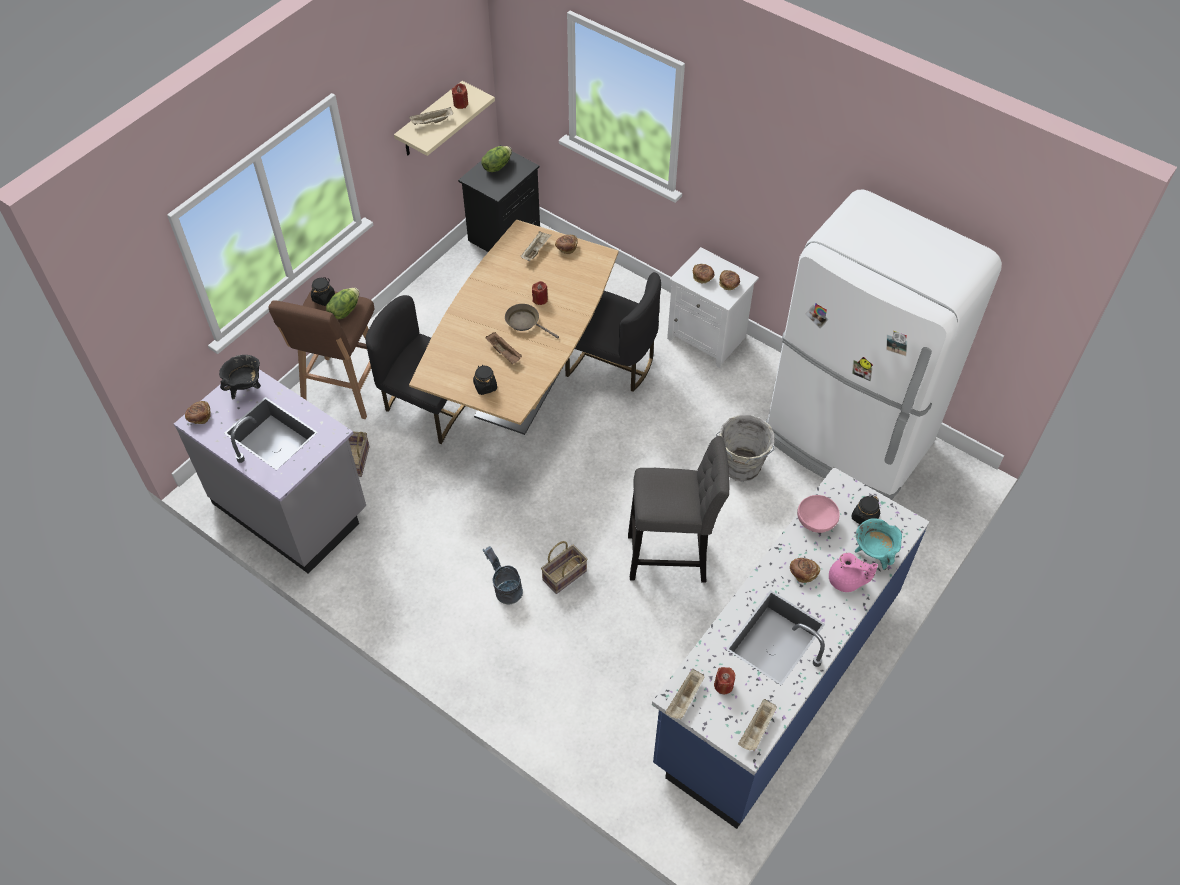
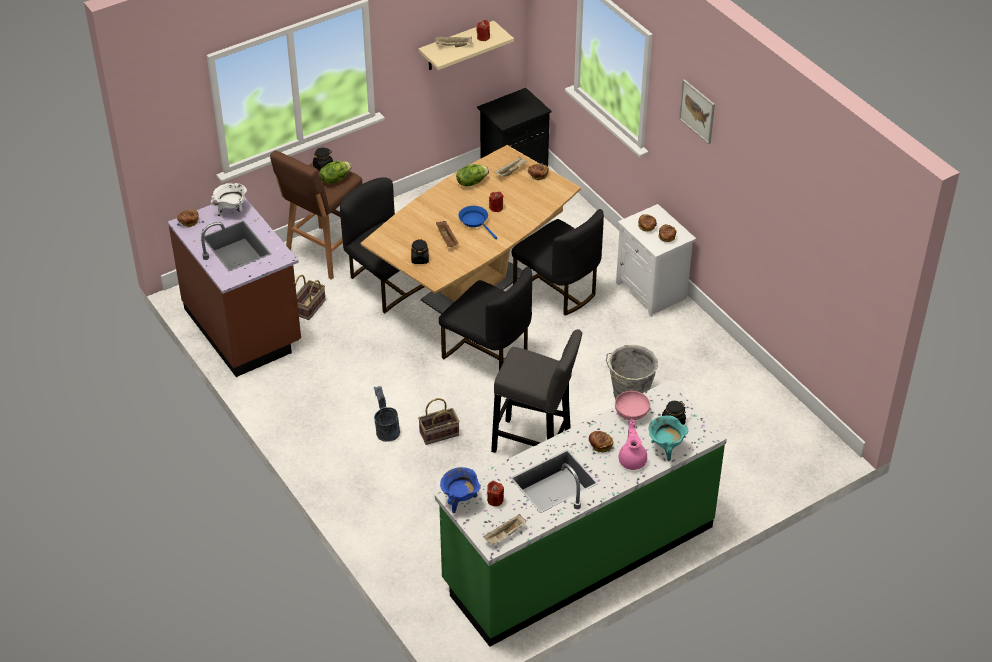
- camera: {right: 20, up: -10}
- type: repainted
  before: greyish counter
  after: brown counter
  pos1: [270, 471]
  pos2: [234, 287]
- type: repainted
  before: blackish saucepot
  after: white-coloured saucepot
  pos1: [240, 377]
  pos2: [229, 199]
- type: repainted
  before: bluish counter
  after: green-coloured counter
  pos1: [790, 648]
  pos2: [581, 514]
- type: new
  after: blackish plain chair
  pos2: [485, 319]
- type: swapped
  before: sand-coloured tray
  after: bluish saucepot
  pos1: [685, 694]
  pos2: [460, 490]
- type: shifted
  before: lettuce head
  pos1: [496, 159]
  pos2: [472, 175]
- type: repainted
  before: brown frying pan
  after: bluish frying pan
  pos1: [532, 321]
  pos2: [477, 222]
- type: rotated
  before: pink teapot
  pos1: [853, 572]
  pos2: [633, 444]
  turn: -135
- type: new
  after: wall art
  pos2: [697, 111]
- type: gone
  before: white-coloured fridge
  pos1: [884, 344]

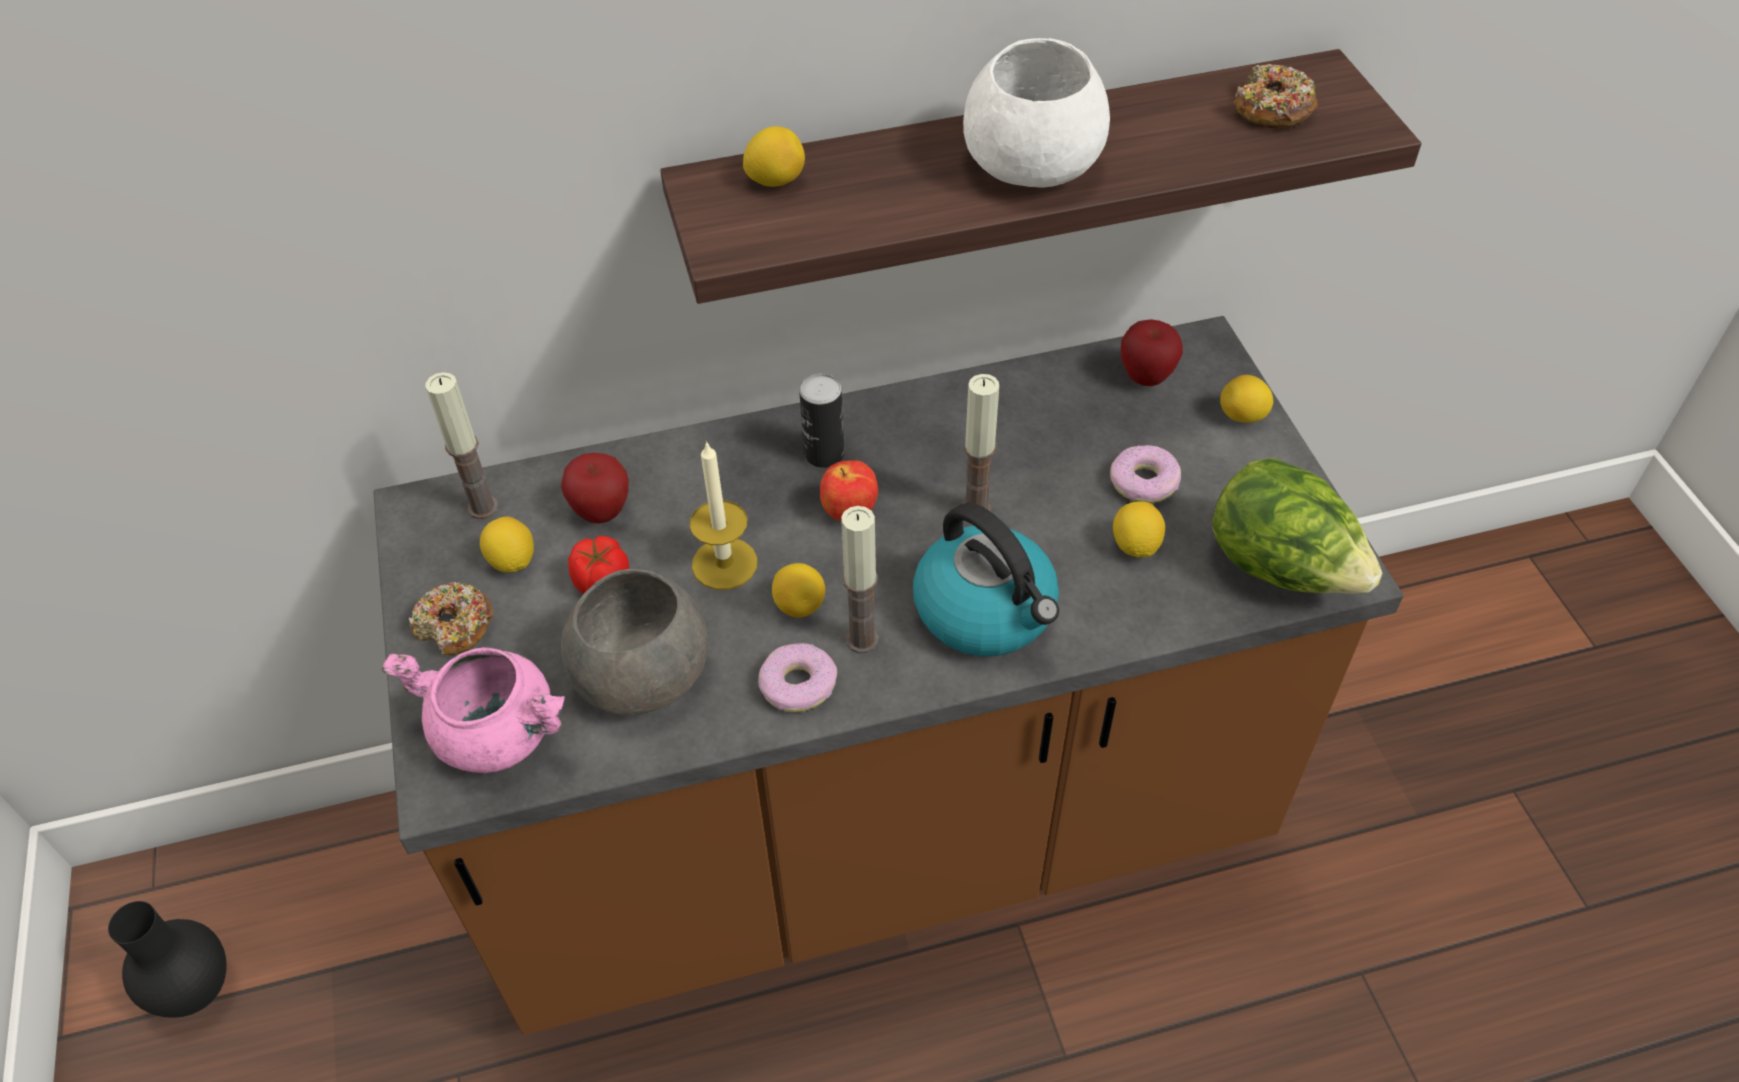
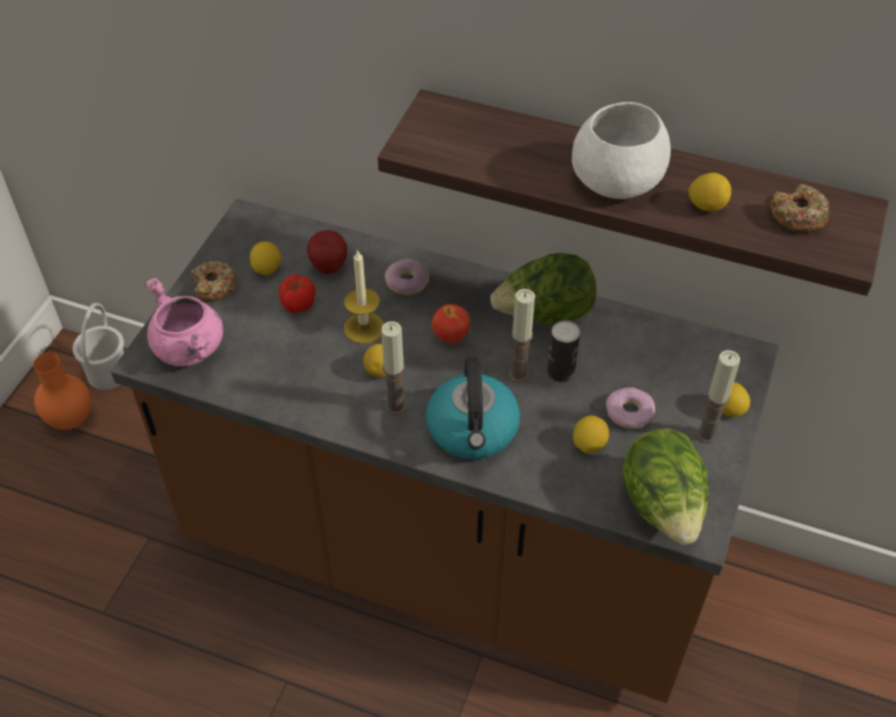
- camera: {right: 35, up: 0}
- type: repainted
  before: blackish flower vase
  after: orange flower vase
  pos1: [167, 959]
  pos2: [62, 391]
- type: new
  after: white-coloured bucket
  pos2: [98, 346]
- type: shifted
  before: donut
  pos1: [797, 677]
  pos2: [407, 277]
- type: new
  after: lettuce head
  pos2: [543, 289]
- type: shifted
  before: can
  pos1: [821, 421]
  pos2: [563, 351]
- type: shifted
  before: citrus fruit
  pos1: [774, 156]
  pos2: [709, 192]
- type: shifted
  before: wax candle
  pos1: [462, 445]
  pos2: [718, 396]
- type: gone
  before: greyish bowl
  pos1: [634, 642]
- type: gone
  before: whole apple
  pos1: [1152, 352]

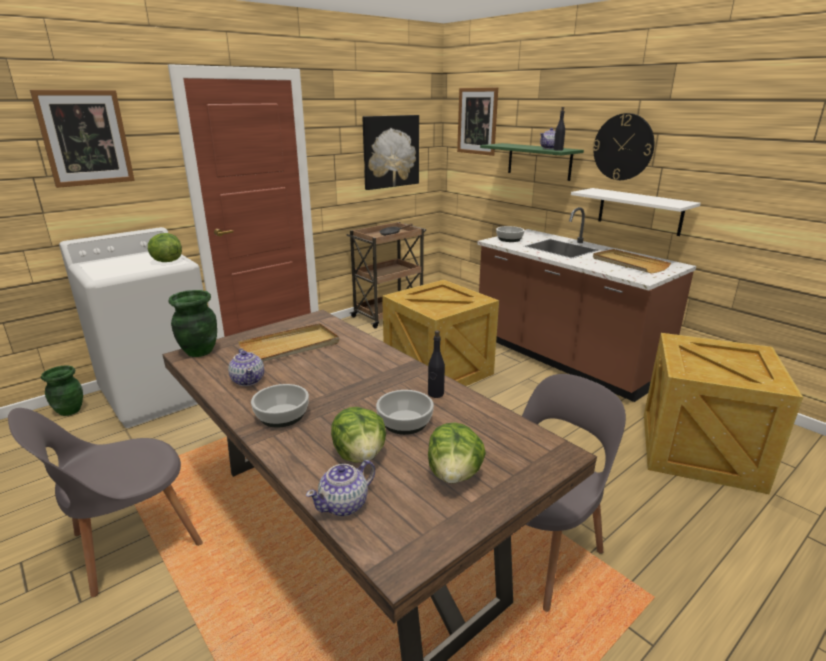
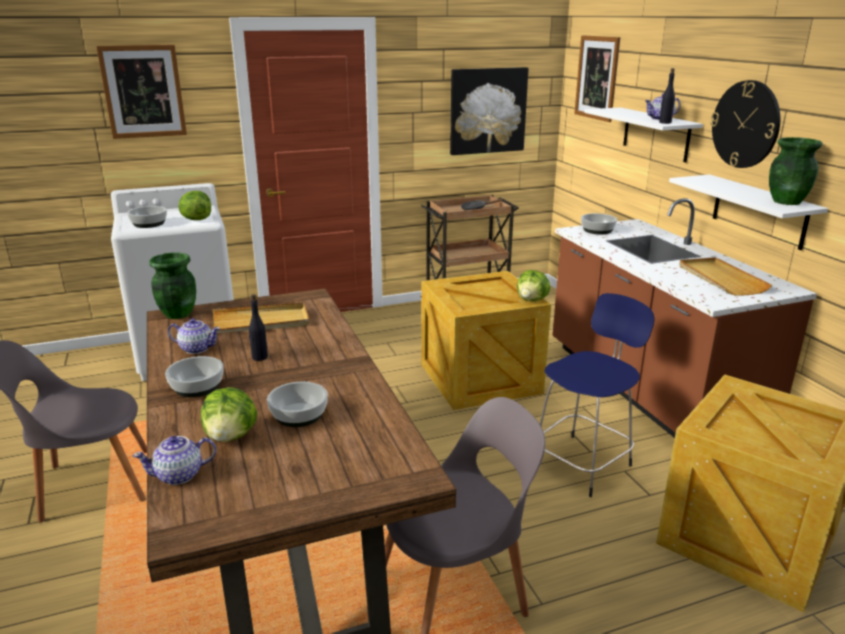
- camera: {right: 20, up: 0}
- type: new
  after: bowl
  pos2: [147, 217]
- type: rotated
  before: teapot
  pos1: [246, 367]
  pos2: [194, 336]
  turn: -75
- type: shifted
  before: blackish beverage bottle
  pos1: [436, 364]
  pos2: [258, 327]
- type: shifted
  before: lettuce head
  pos1: [457, 453]
  pos2: [533, 285]
- type: new
  after: bluish stool
  pos2: [597, 395]
- type: repainted
  before: green-coloured wall shelf
  after: white-coloured wall shelf
  pos1: [532, 162]
  pos2: [643, 135]
- type: shifted
  before: green-coloured flower vase
  pos1: [62, 391]
  pos2: [796, 171]

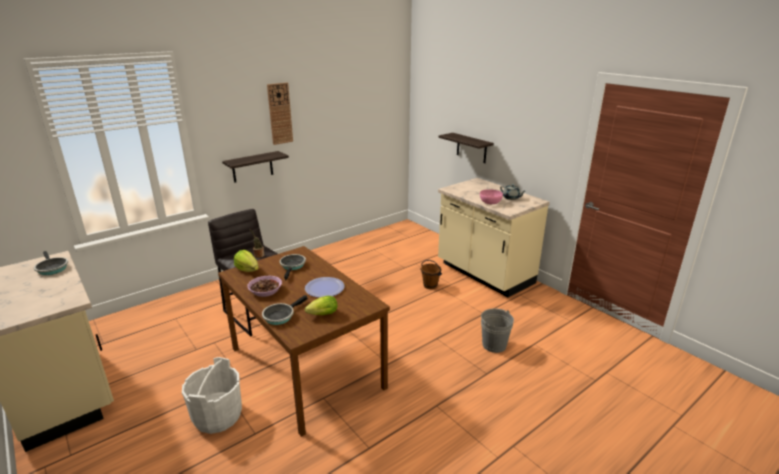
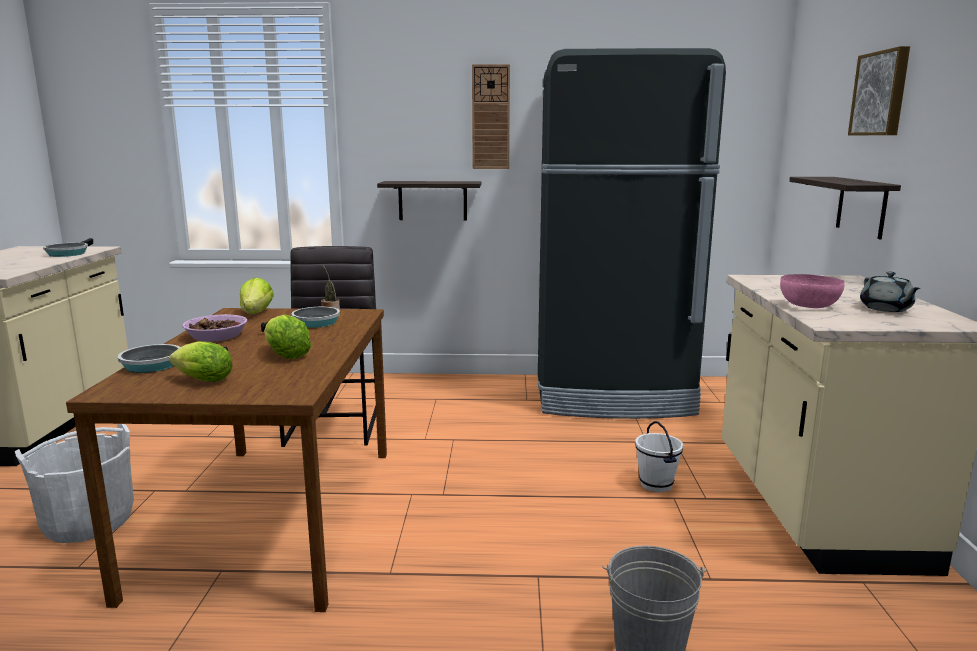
- camera: {right: 40, up: -10}
- type: swapped
  before: flat dish
  after: lettuce head
  pos1: [325, 287]
  pos2: [287, 336]
- type: new
  after: blackish fridge
  pos2: [632, 233]
- type: repainted
  before: brown bucket
  after: white-coloured bucket
  pos1: [431, 274]
  pos2: [659, 456]
- type: new
  after: wall art
  pos2: [879, 90]

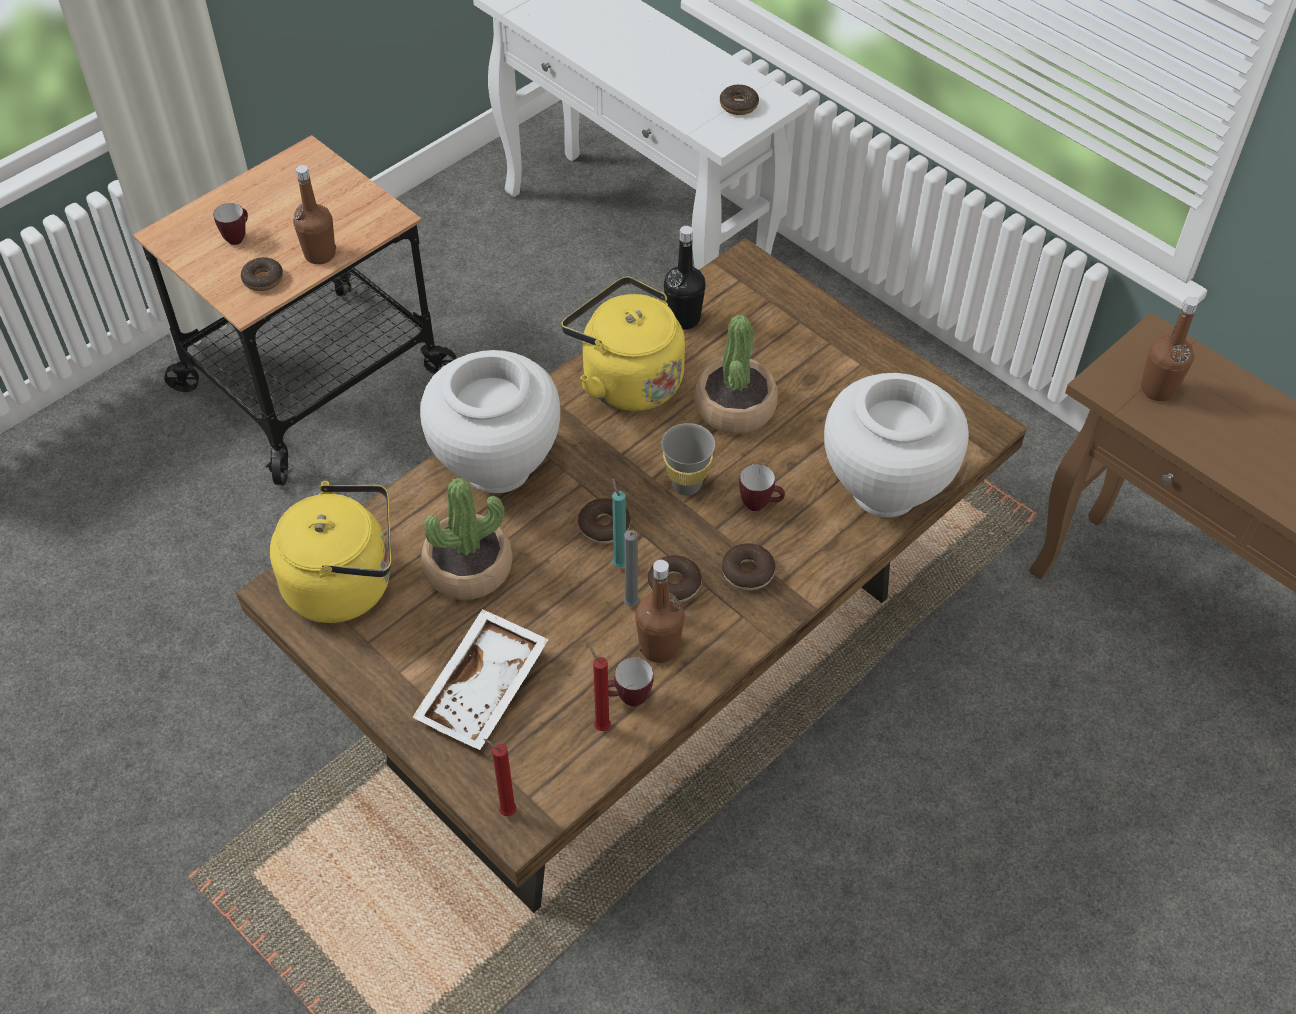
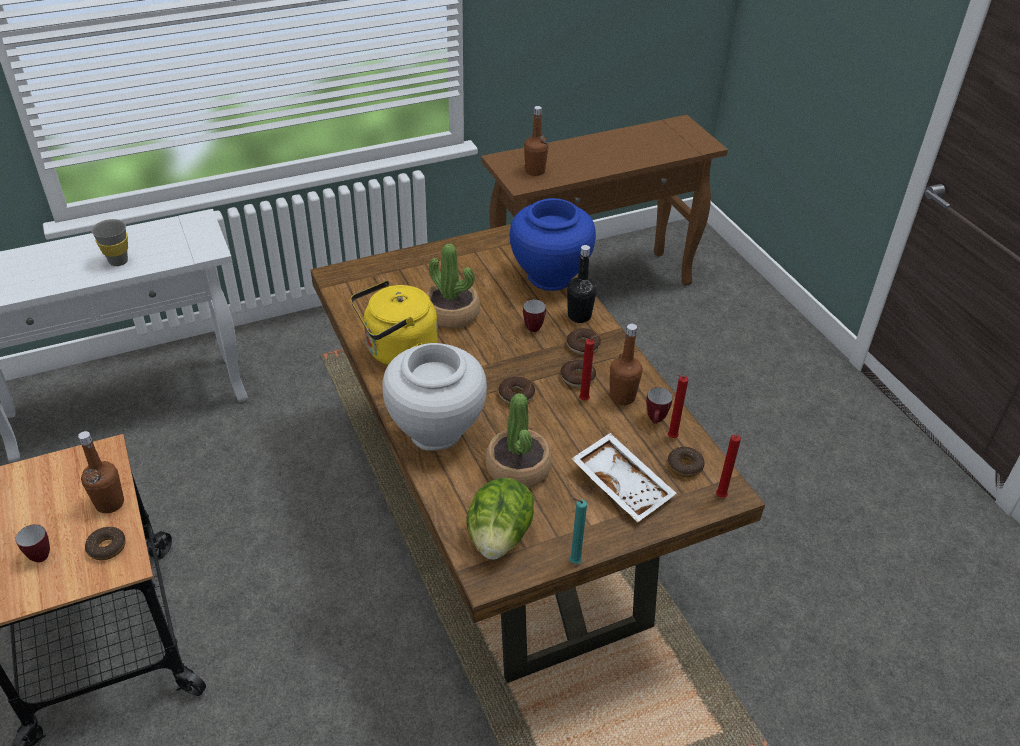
- camera: {right: -70, up: -10}
- type: shifted
  before: greyish small cup
  pos1: [688, 459]
  pos2: [109, 242]
- type: swapped
  before: yellow tea kettle
  after: lettuce head
  pos1: [330, 552]
  pos2: [500, 519]
- type: repainted
  before: white-coloured flower vase
  after: bluish flower vase
  pos1: [896, 445]
  pos2: [553, 244]
- type: shifted
  before: blackish beverage bottle
  pos1: [685, 278]
  pos2: [582, 284]
- type: shifted
  before: blue-green wax candle
  pos1: [619, 523]
  pos2: [578, 530]
- type: repainted
  before: greyish wax candle
  after: red-coloured wax candle
  pos1: [631, 568]
  pos2: [589, 367]
- type: shifted
  before: donut
  pos1: [739, 100]
  pos2: [686, 462]

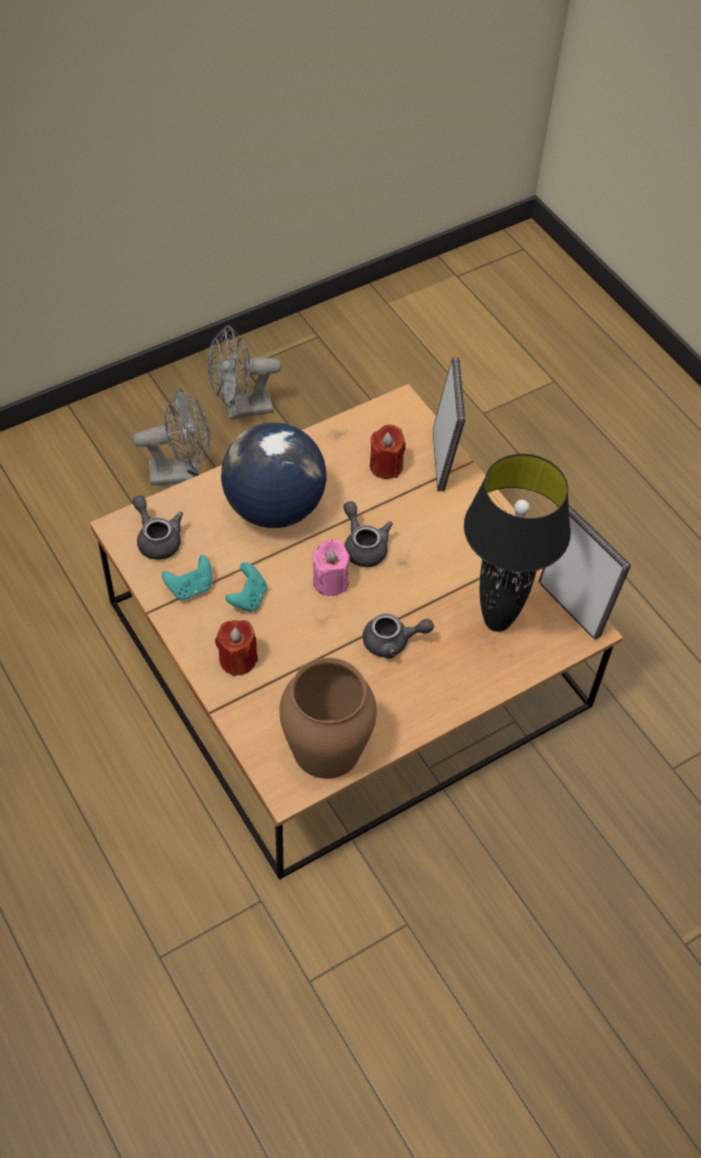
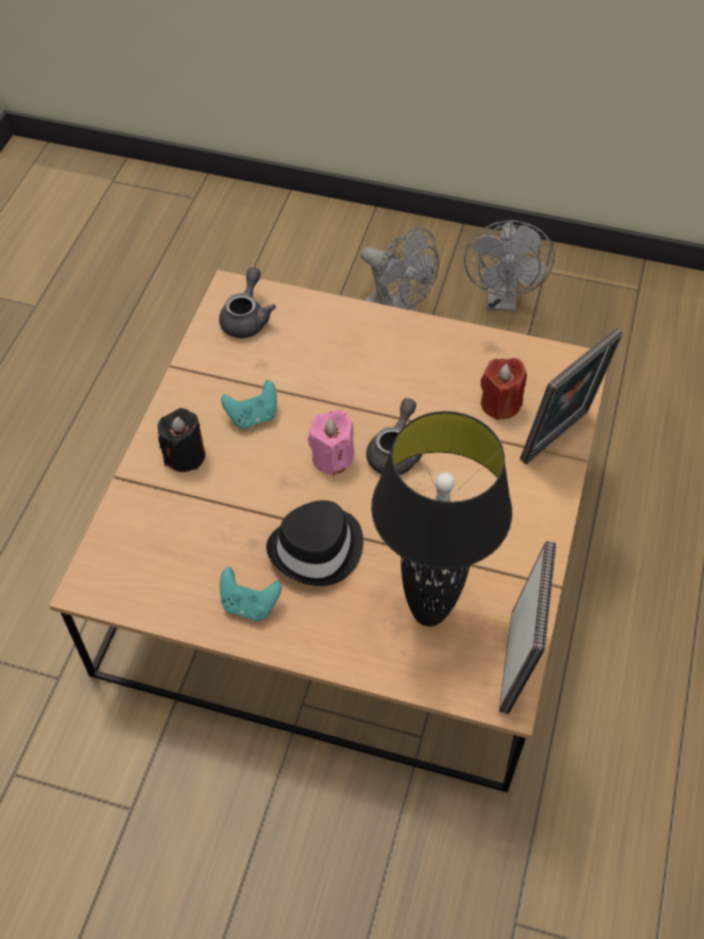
- camera: {right: 50, up: 0}
- type: repainted
  before: red-coloured wax candle
  after: blackish wax candle
  pos1: [236, 648]
  pos2: [181, 440]
- type: shifted
  before: blue-green gamepad
  pos1: [187, 577]
  pos2: [251, 594]
- type: swapped
  before: greyish teapot
  after: blackish clothing hat
  pos1: [398, 636]
  pos2: [314, 543]
- type: rotated
  before: greyish fan
  pos1: [245, 372]
  pos2: [509, 266]
  turn: -120
- type: gone
  before: world globe
  pos1: [273, 475]
- type: gone
  before: brown flower vase
  pos1: [328, 718]

